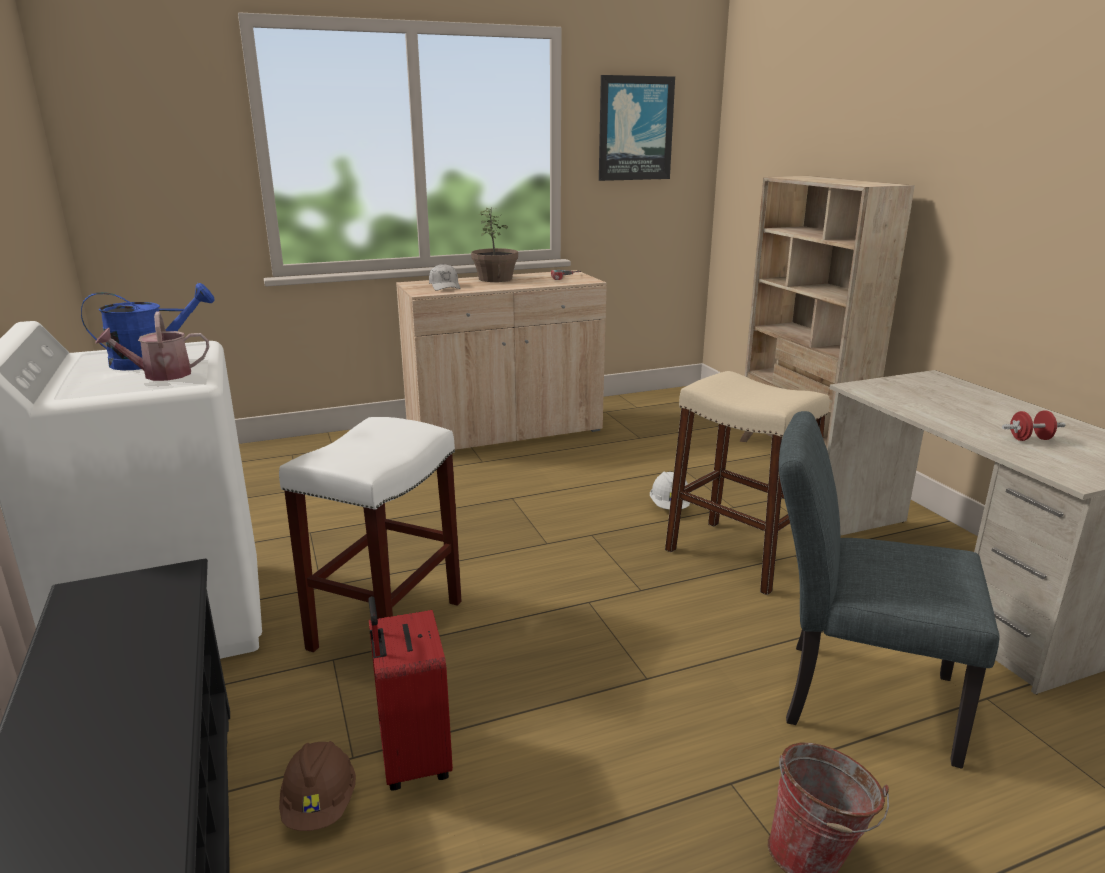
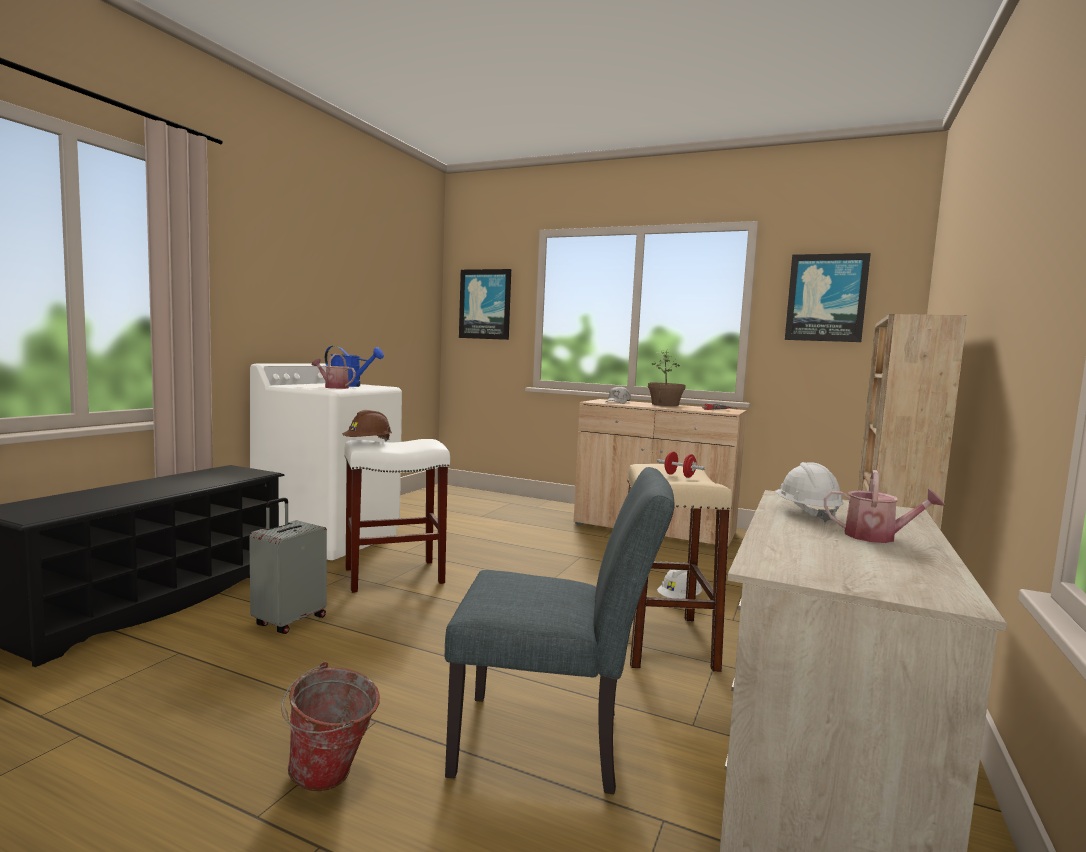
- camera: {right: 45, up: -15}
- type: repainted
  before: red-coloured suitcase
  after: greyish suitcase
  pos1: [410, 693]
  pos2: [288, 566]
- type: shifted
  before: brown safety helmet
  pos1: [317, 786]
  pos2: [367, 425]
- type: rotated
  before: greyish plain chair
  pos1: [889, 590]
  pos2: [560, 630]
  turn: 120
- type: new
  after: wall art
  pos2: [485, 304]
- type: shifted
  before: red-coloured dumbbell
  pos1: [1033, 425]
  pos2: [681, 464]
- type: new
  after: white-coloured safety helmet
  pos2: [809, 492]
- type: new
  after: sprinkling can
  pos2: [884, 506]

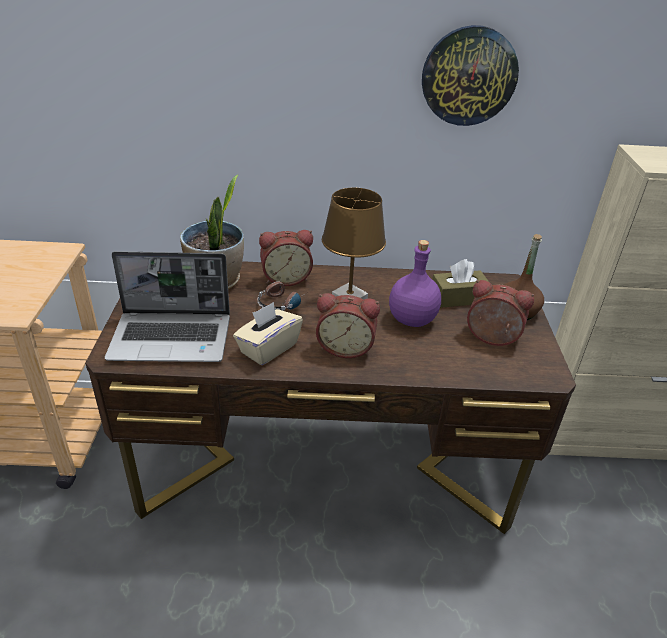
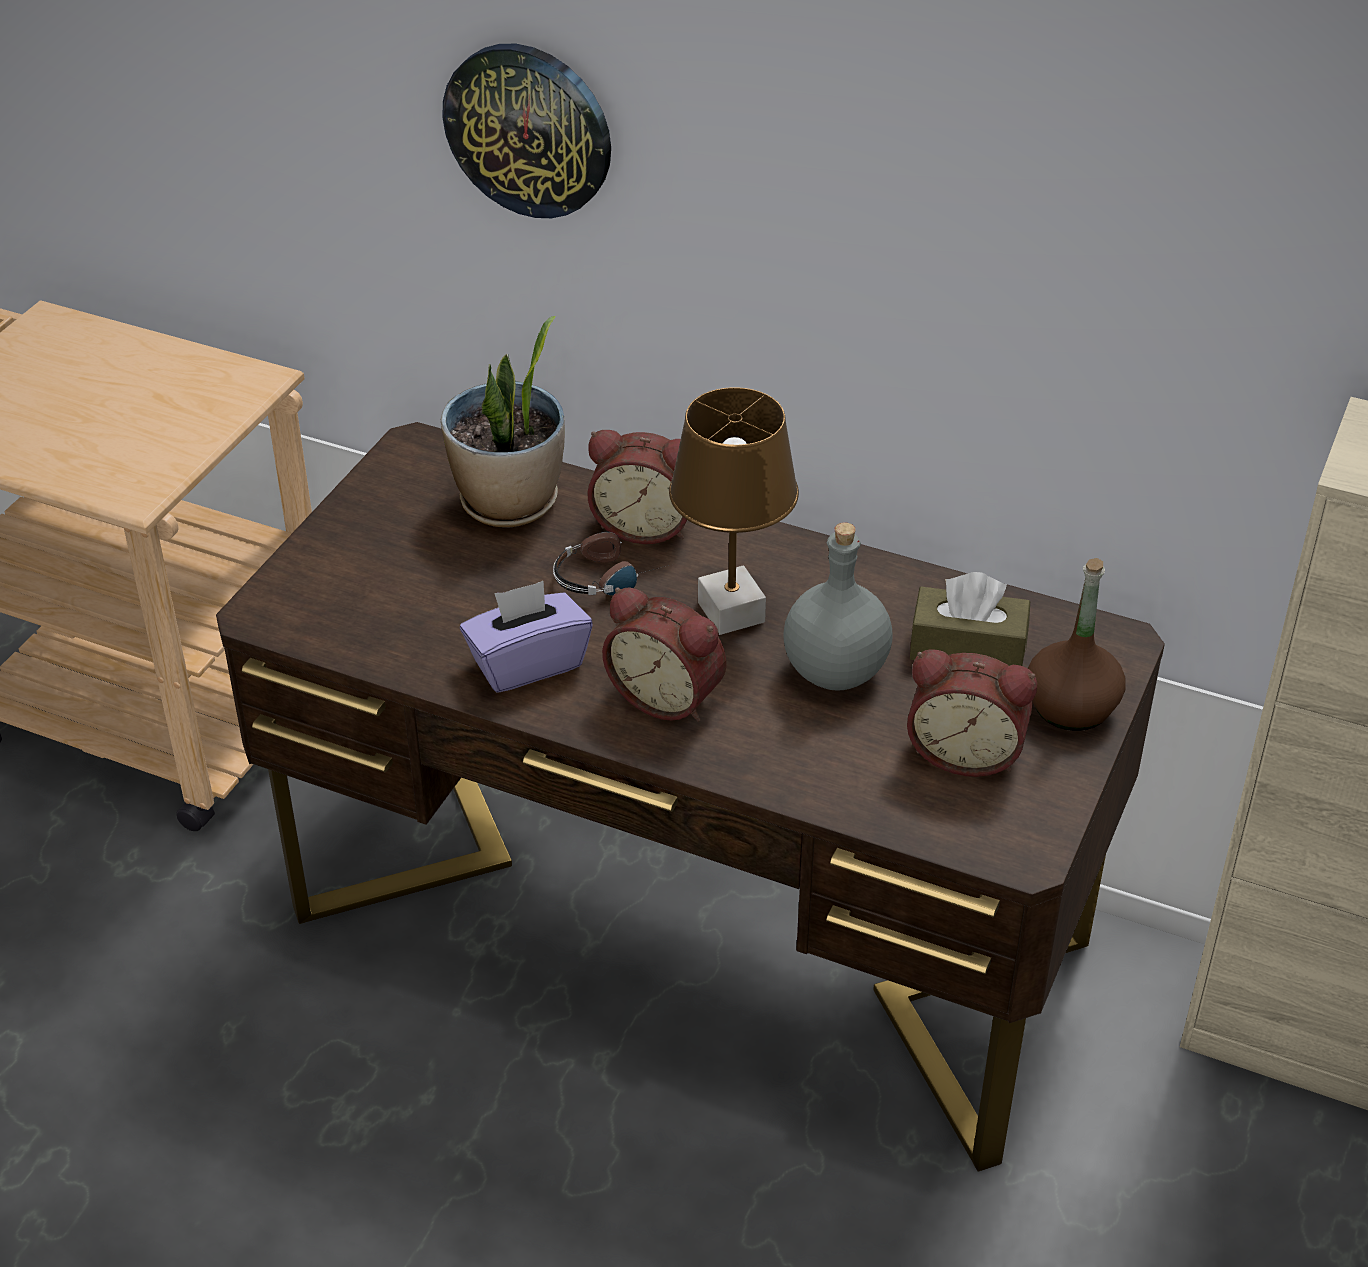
- camera: {right: 25, up: 5}
- type: shifted
  before: hanging clock
  pos1: [470, 75]
  pos2: [526, 131]
- type: repainted
  before: sand-coloured tissue holder
  after: purple-coloured tissue holder
  pos1: [268, 333]
  pos2: [526, 637]
- type: repainted
  before: purple-coloured beverage bottle
  after: greyish beverage bottle
  pos1: [415, 283]
  pos2: [838, 607]
- type: rotated
  before: bedside clock
  pos1: [500, 313]
  pos2: [972, 713]
  turn: 150
- type: gone
  before: laptop
  pos1: [167, 306]

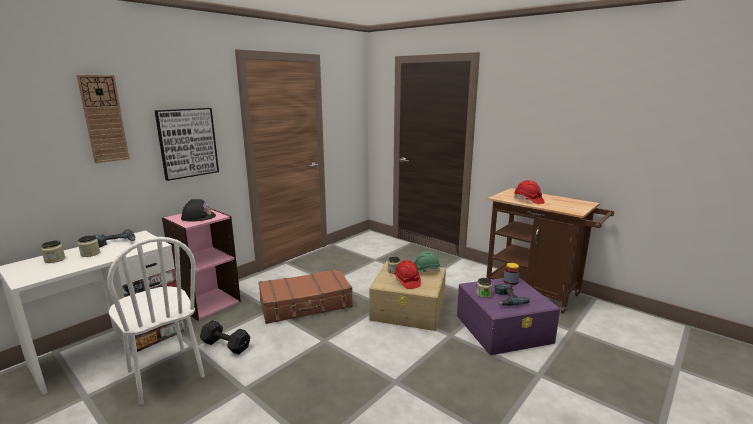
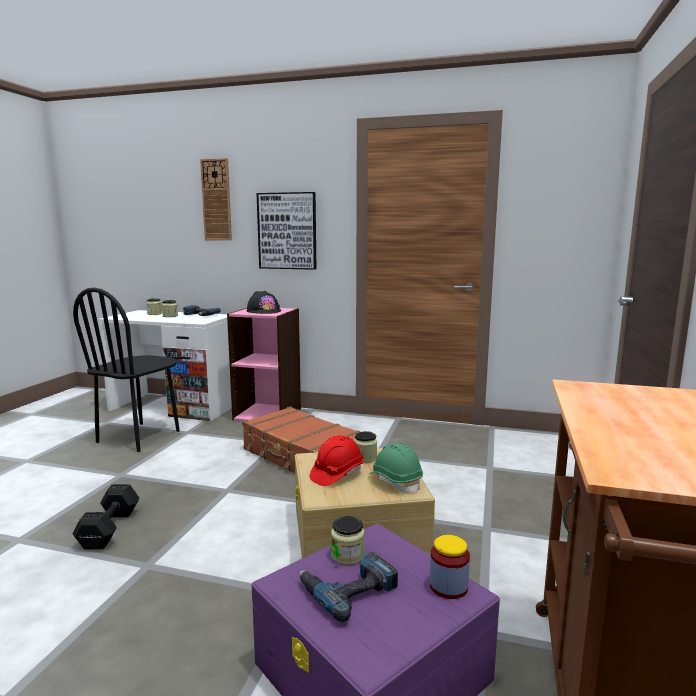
- camera: {right: 65, up: -5}
- type: repainted
  before: white-coloured plain chair
  after: blackish plain chair
  pos1: [156, 321]
  pos2: [126, 370]
- type: shifted
  before: blackish dumbbell
  pos1: [225, 337]
  pos2: [106, 516]
- type: gone
  before: red-coloured safety helmet
  pos1: [529, 192]

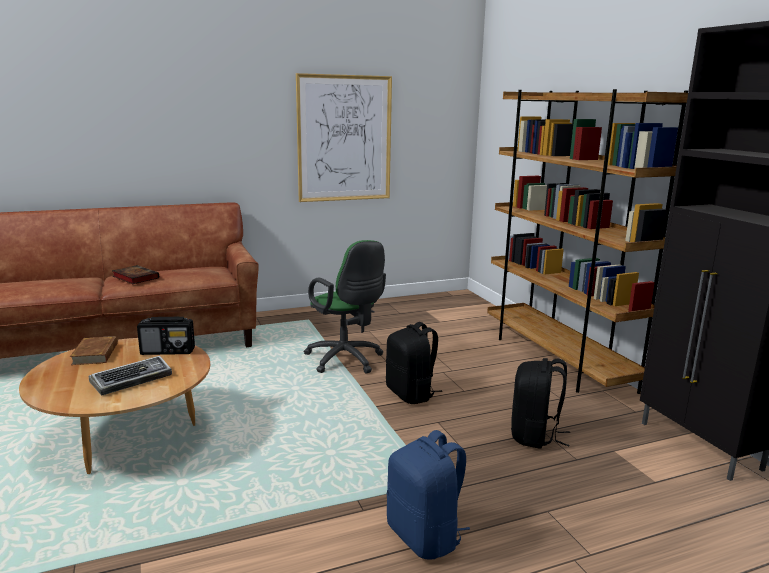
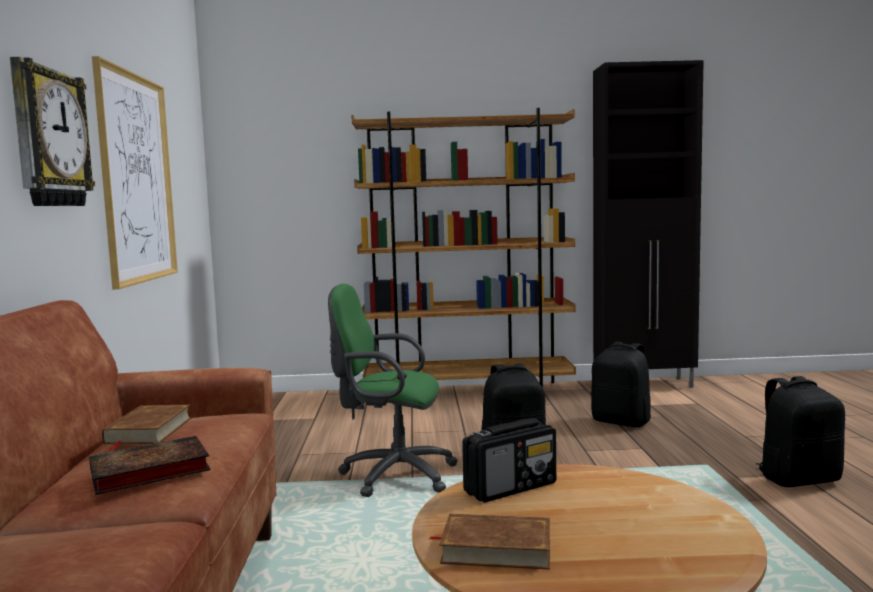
- camera: {right: -70, up: -10}
- type: new
  after: hanging clock
  pos2: [52, 131]
- type: new
  after: brown bound book
  pos2: [146, 427]
- type: rotated
  before: green-coloured office chair
  pos1: [345, 306]
  pos2: [393, 390]
  turn: -150
- type: rotated
  before: radio set
  pos1: [166, 336]
  pos2: [509, 460]
  turn: 45
- type: repainted
  before: bluish backpack
  after: blackish backpack
  pos1: [428, 495]
  pos2: [800, 431]
- type: gone
  before: PC keyboard
  pos1: [130, 375]

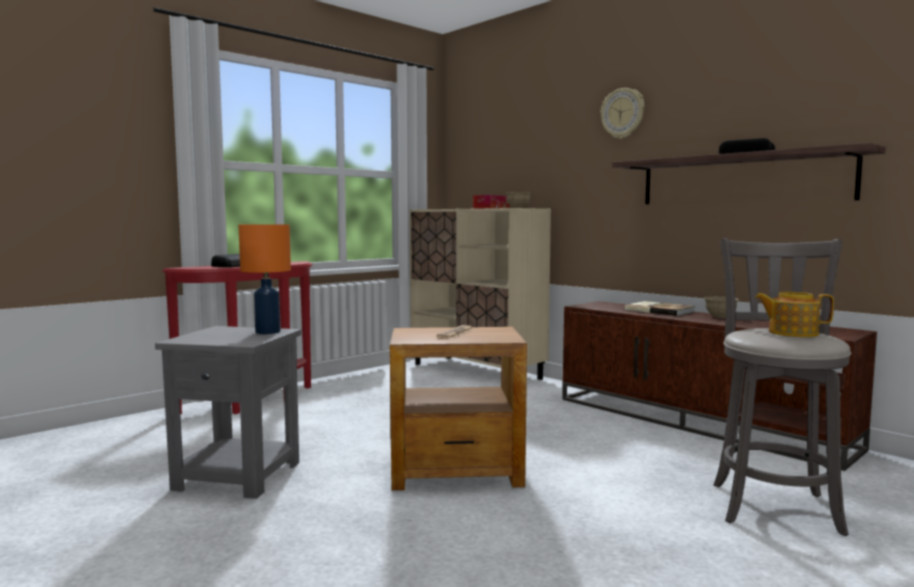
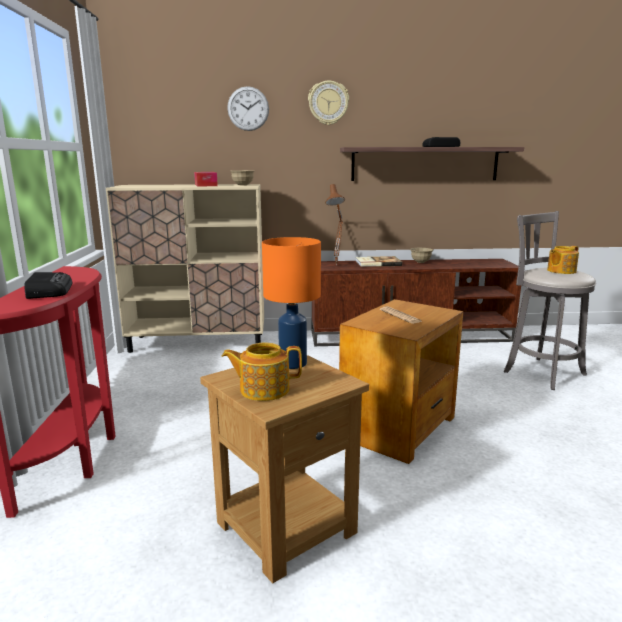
- camera: {right: -50, up: 10}
- type: repainted
  before: greyish accent table
  after: brown accent table
  pos1: [228, 412]
  pos2: [284, 469]
- type: new
  after: teapot
  pos2: [262, 371]
- type: new
  after: hanging clock
  pos2: [248, 108]
- type: new
  after: brown tabletop lamp
  pos2: [335, 224]

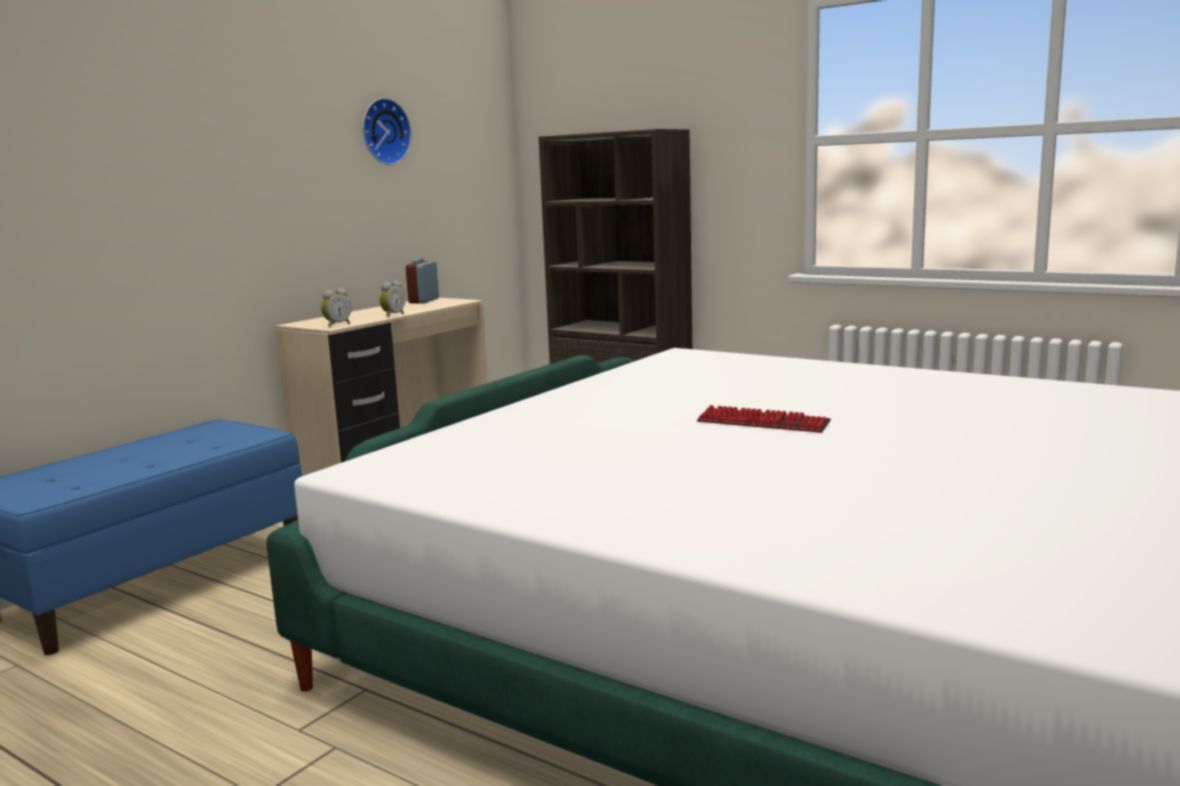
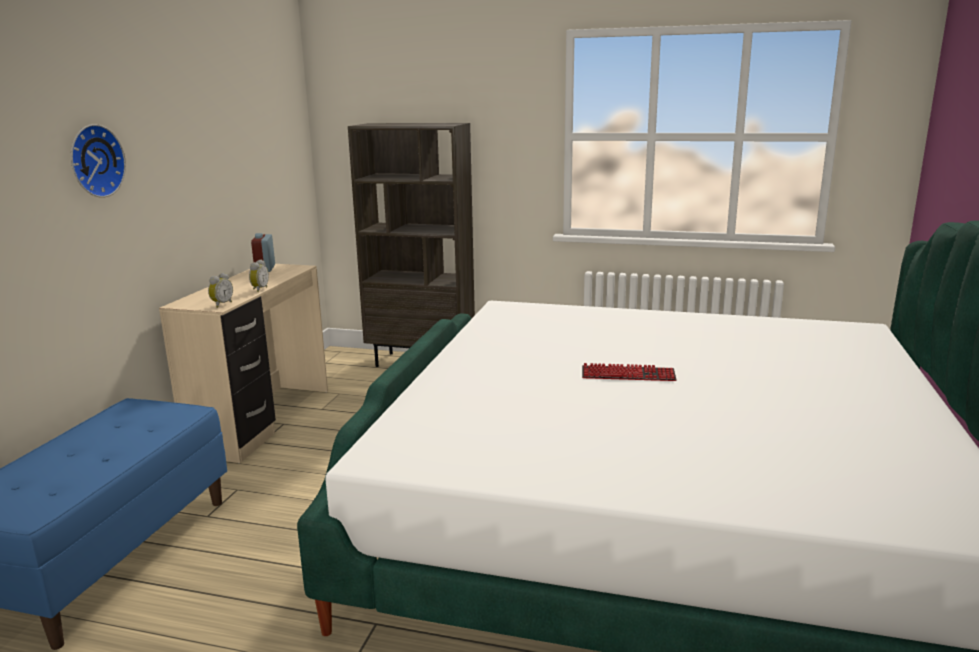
- camera: {right: -20, up: 5}
- type: shifted
  before: hanging clock
  pos1: [387, 131]
  pos2: [98, 161]

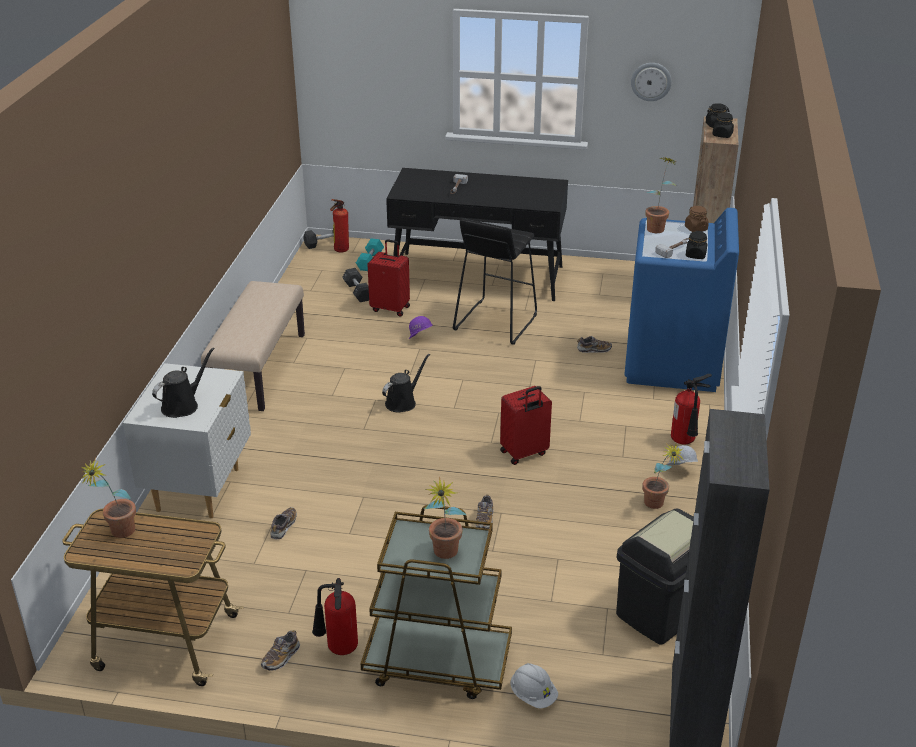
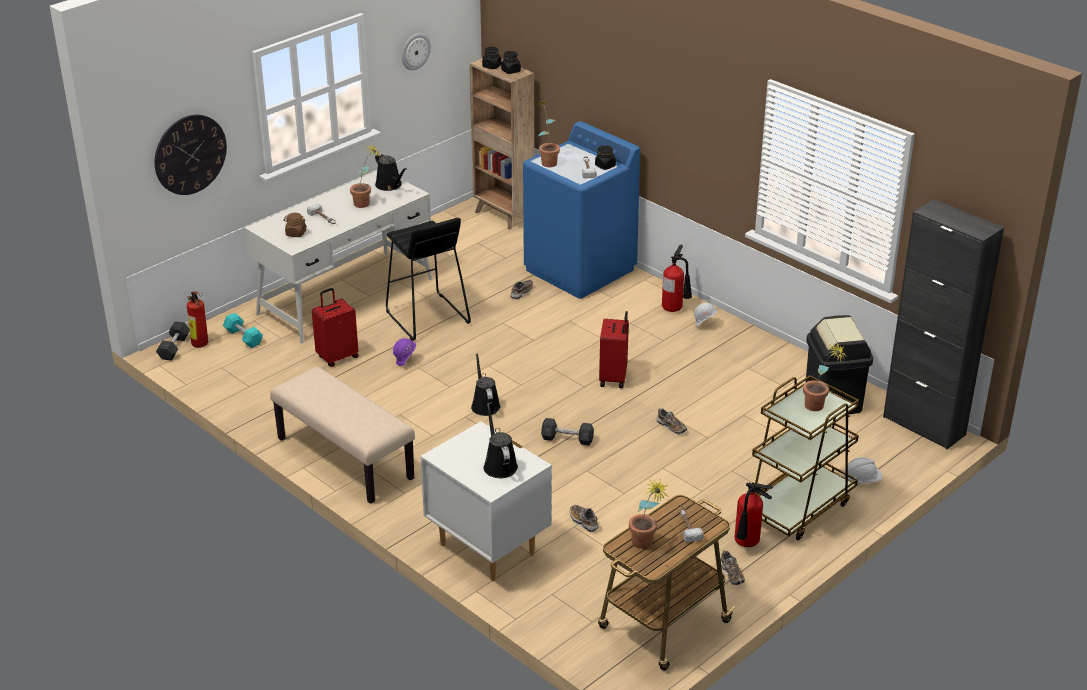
- camera: {right: -55, up: 0}
- type: new
  after: hanging clock
  pos2: [190, 155]
- type: repainted
  before: blackish desk table
  after: white-coloured desk table
  pos1: [477, 234]
  pos2: [338, 257]
- type: shifted
  before: brown jar
  pos1: [697, 219]
  pos2: [295, 225]
- type: shifted
  before: houseplant
  pos1: [663, 476]
  pos2: [365, 176]
- type: new
  after: blackish sprinkling can
  pos2: [391, 172]
- type: shifted
  before: greyish dumbbell
  pos1: [355, 285]
  pos2: [567, 431]
- type: new
  after: tool hammer
  pos2: [690, 523]

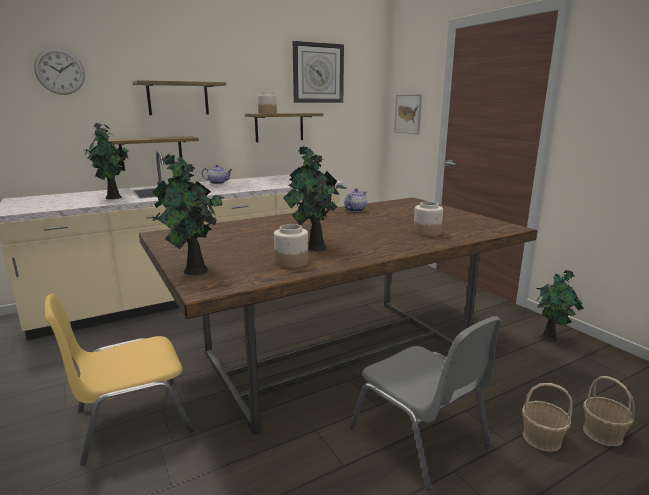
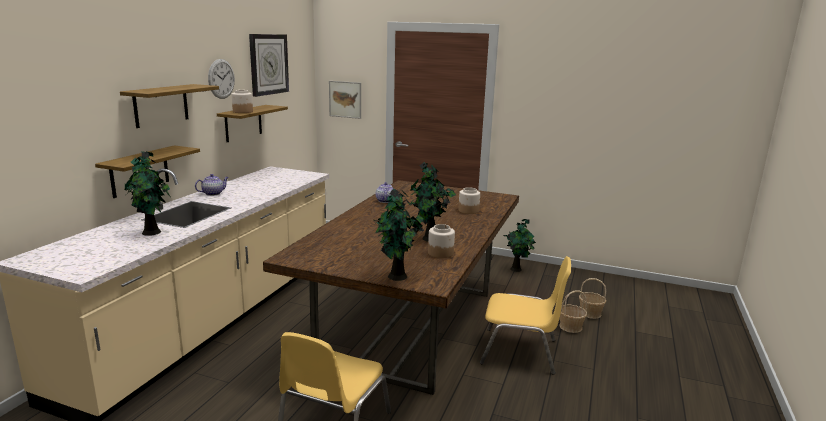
- camera: {right: -40, up: 0}
- type: shifted
  before: hanging clock
  pos1: [59, 71]
  pos2: [221, 79]
- type: repainted
  before: greyish plain chair
  after: yellow plain chair
  pos1: [426, 403]
  pos2: [525, 315]

